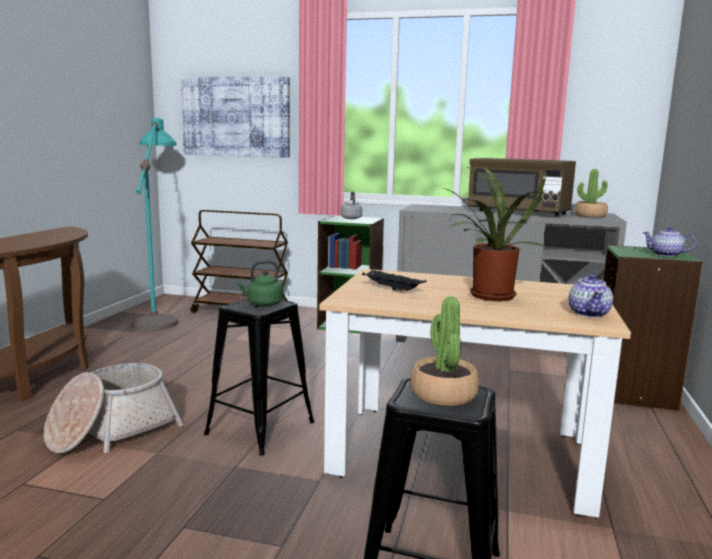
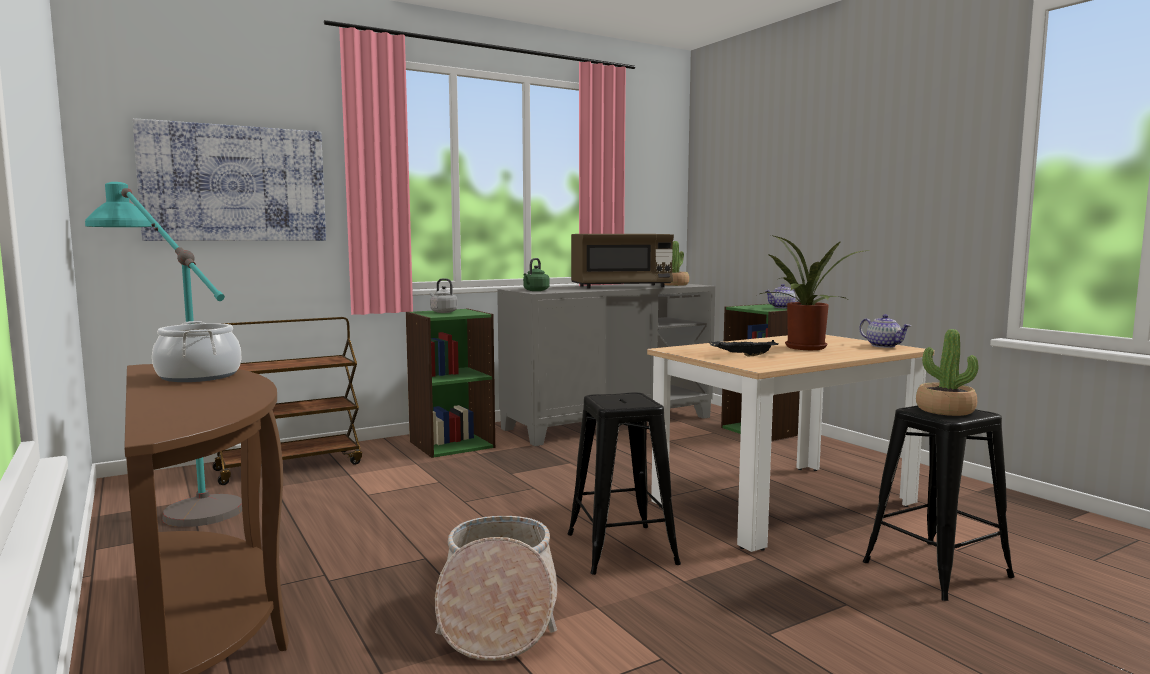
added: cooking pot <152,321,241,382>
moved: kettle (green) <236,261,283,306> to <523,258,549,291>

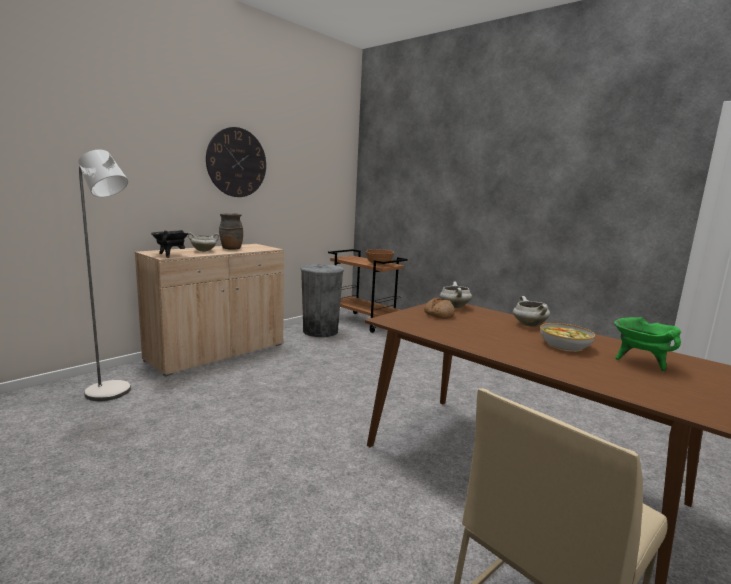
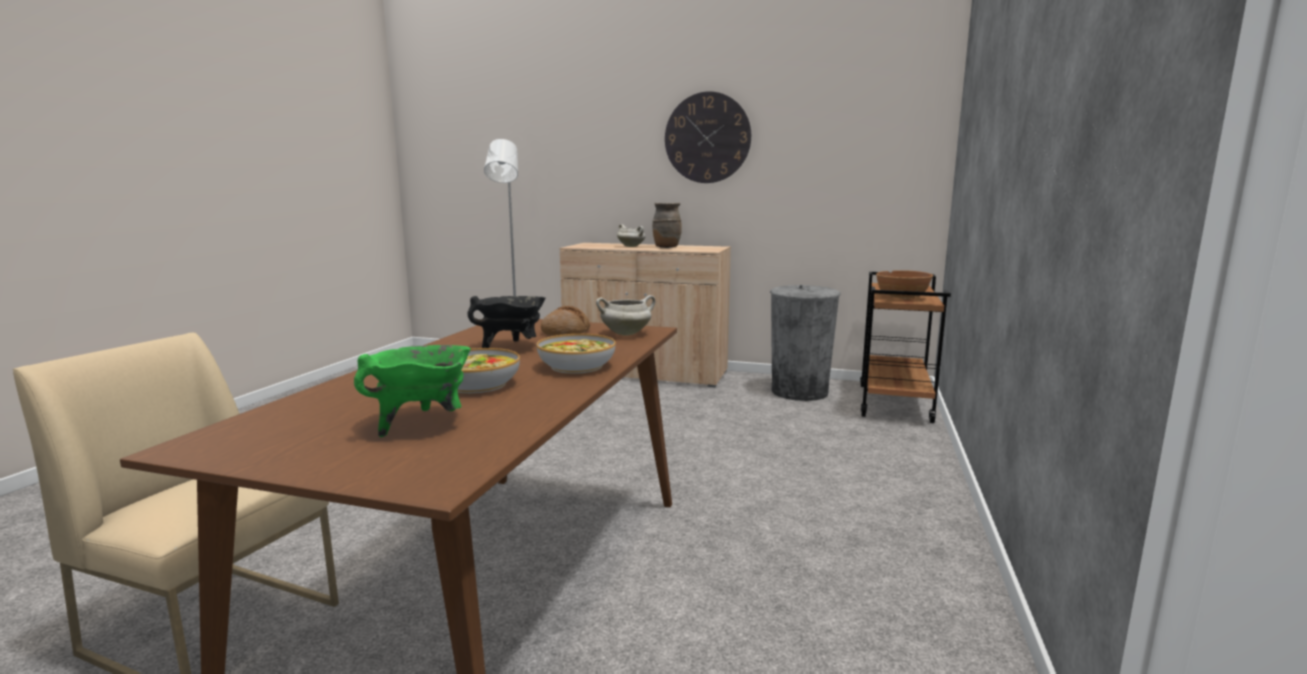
moved: cooking pot (black) <151,230,188,258> to <468,296,546,348>
replaced: cooking pot (white) <513,296,550,327> to bowl <537,334,616,374>

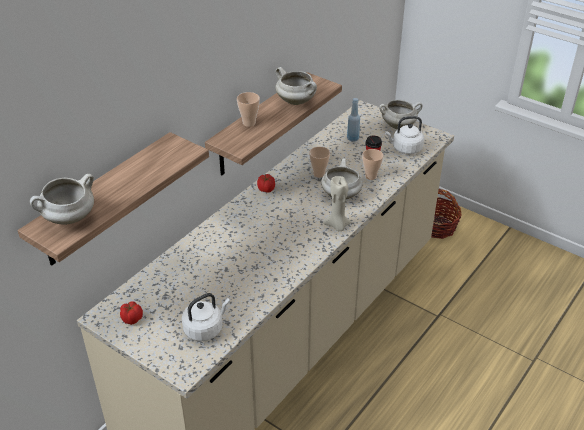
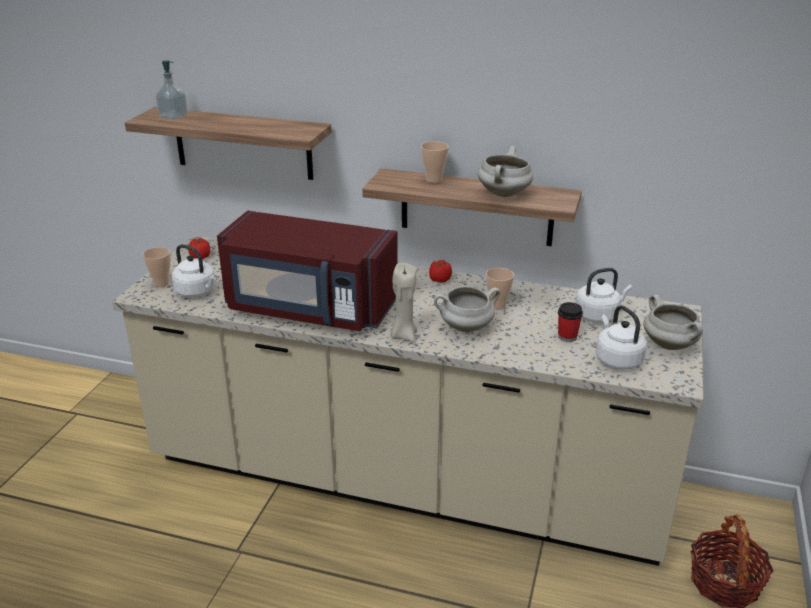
added: microwave (red) <217,211,398,331>
moved: cup <362,149,383,180> to <142,247,171,287>
replaced: cooking pot (white) <30,174,94,225> to soap dispenser <156,60,188,120>; bottle (blue) <347,98,360,142> to kettle (white) <575,268,632,323>

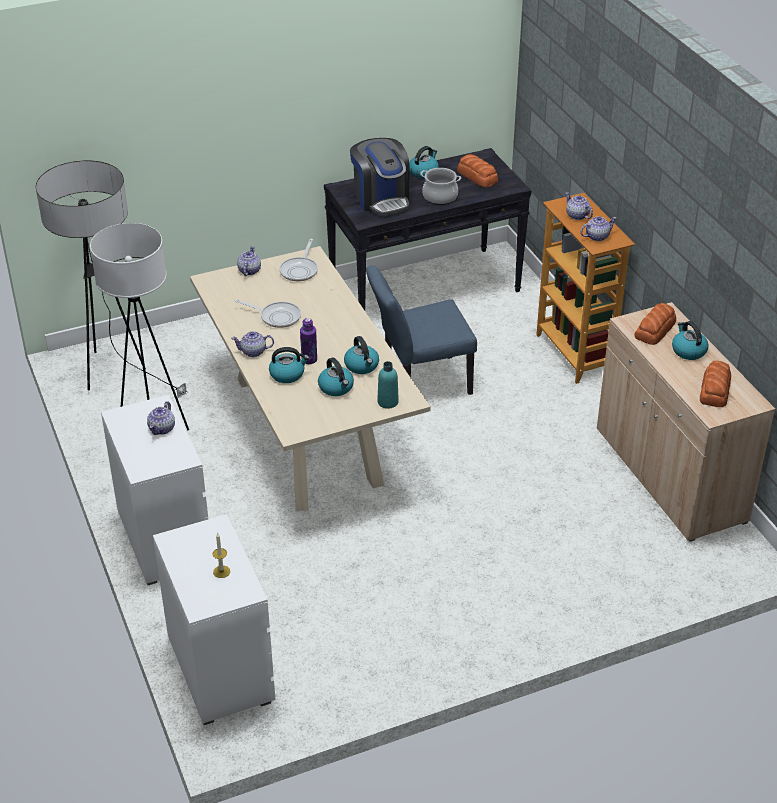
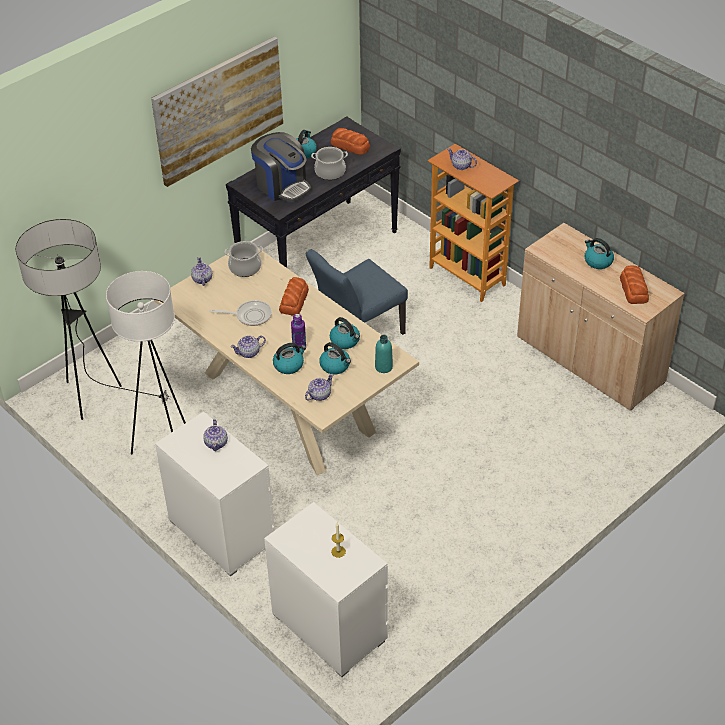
added: picture <151,37,283,187>
moved: teapot <580,216,616,241> to <305,374,334,401>; bread <634,303,676,345> to <279,277,309,315>
replaced: frying pan <279,239,318,281> to cooking pot <224,241,263,277>

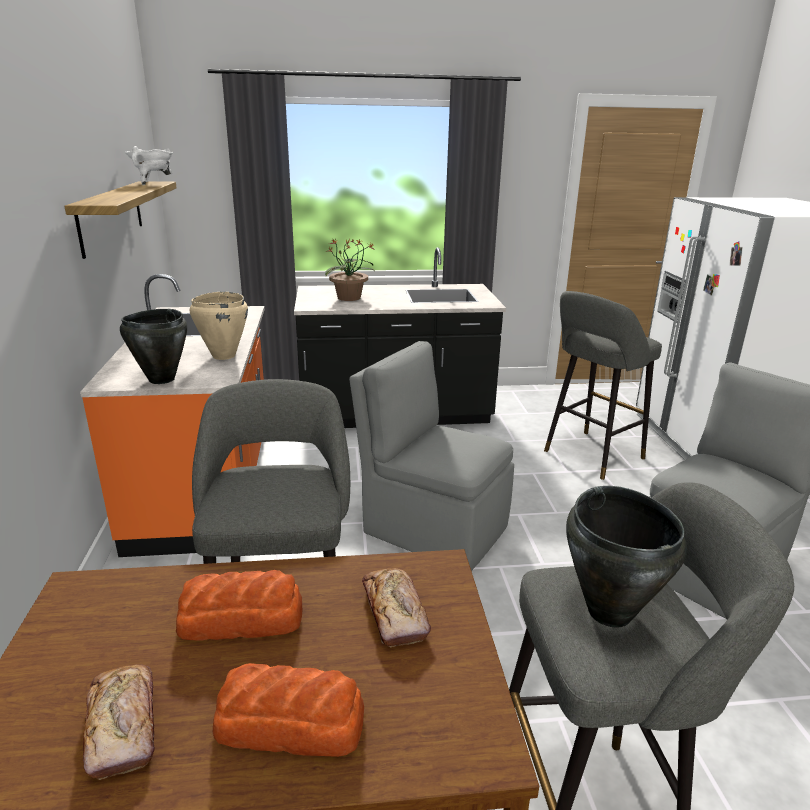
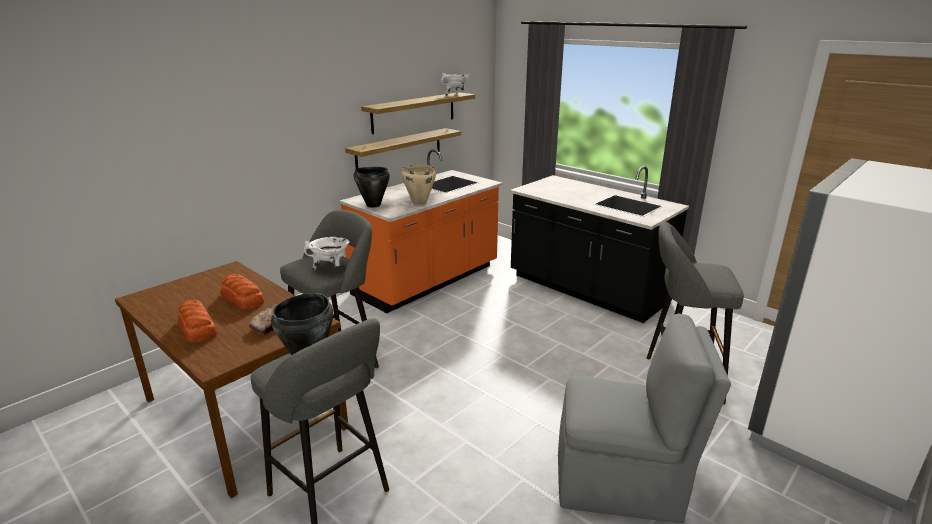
removed: bread <83,664,155,780>; potted plant <325,238,374,301>; chair (grey) <349,341,514,571>
added: cooking pot (white) <304,237,349,271>; shelf <345,128,461,169>

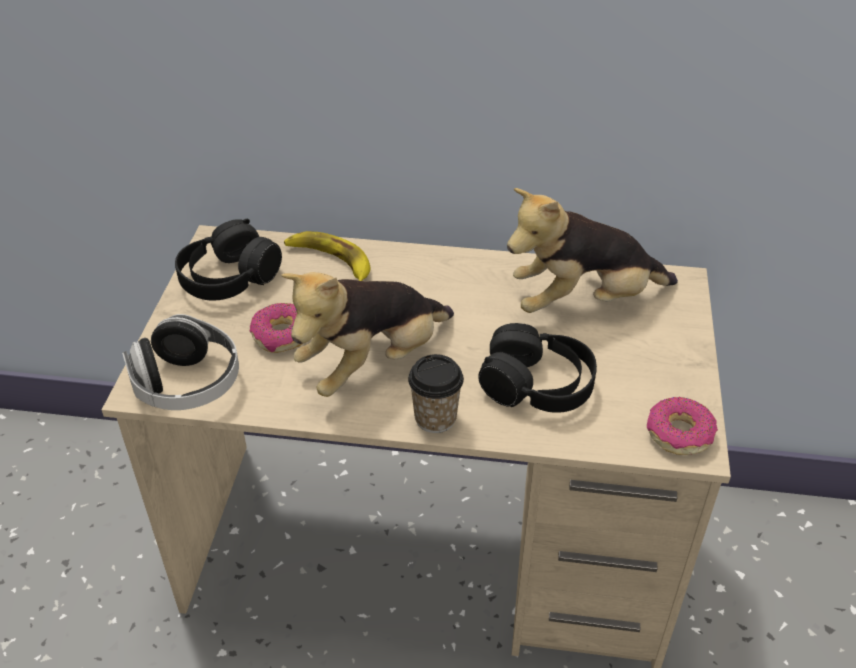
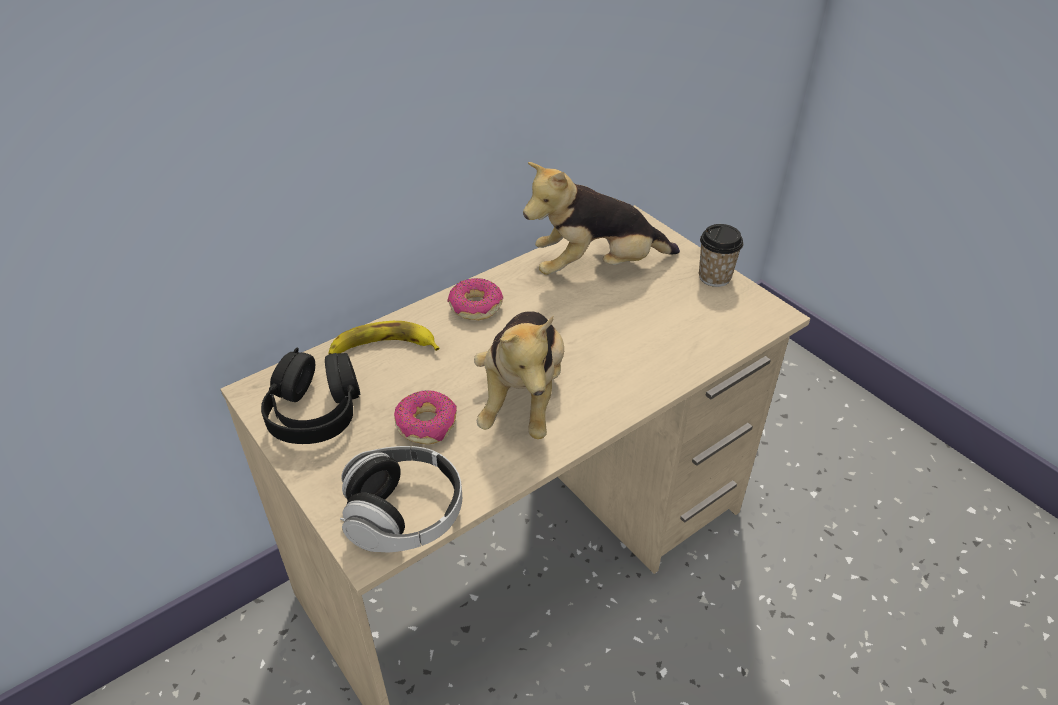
removed: headphones (black) <478,323,597,413>
moved: cup <408,354,464,433> to <699,224,743,287>; donut <647,397,718,455> to <447,278,503,320>
turned: plush toy <507,188,678,313> = <523,162,680,275> 45 degrees clockwise

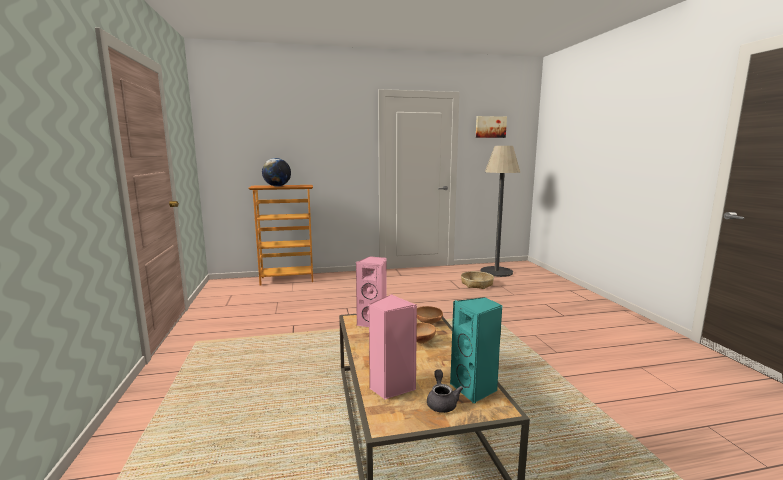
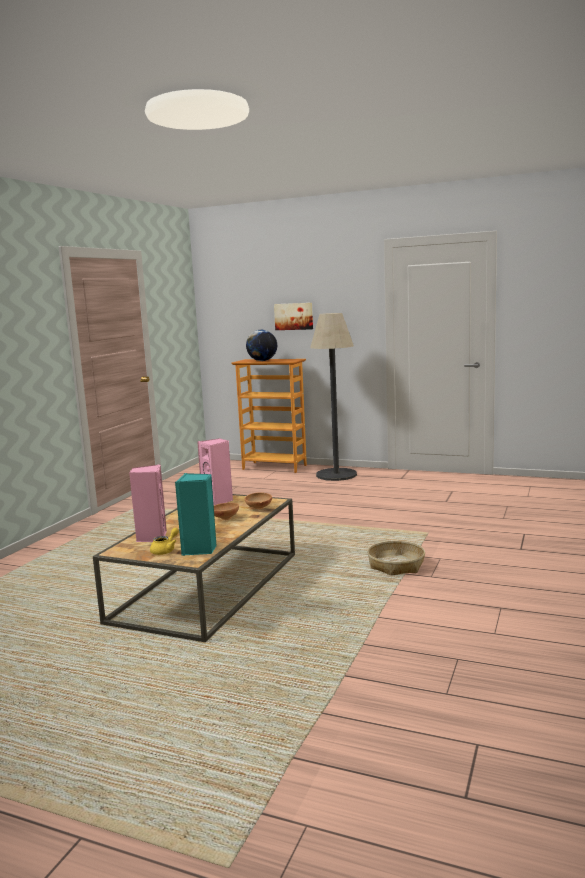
moved: basket <461,271,494,289> to <367,541,425,576>; picture <476,116,507,138> to <274,303,313,330>; floor lamp <480,146,520,277> to <310,313,357,481>
recoloured: teapot (grey) <427,369,463,413> to teapot (yellow) <150,528,179,555>

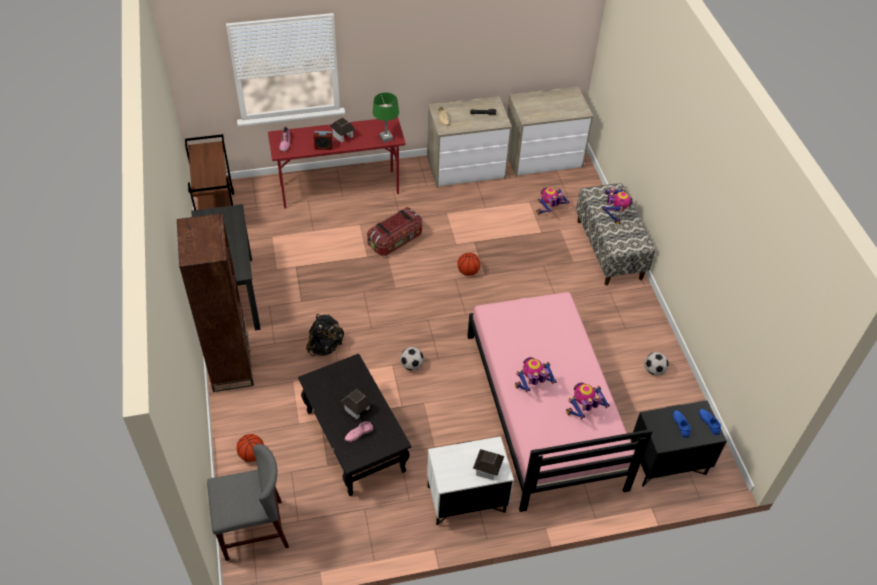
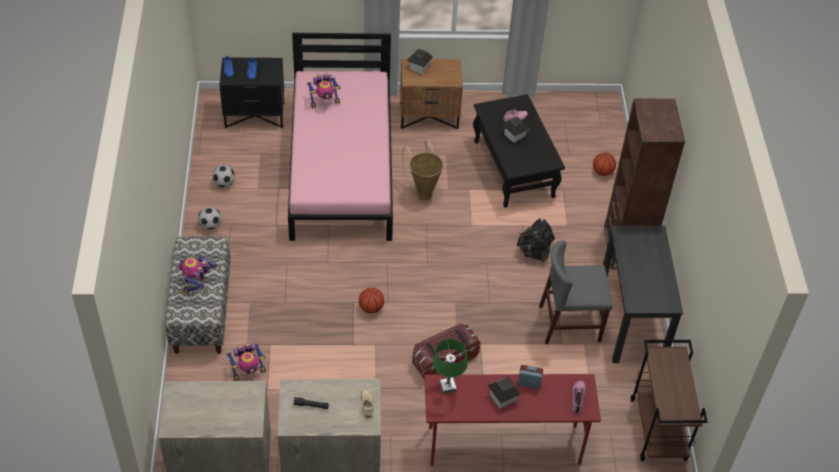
removed: toy robot <515,357,557,392>
added: basket <402,141,443,201>
moved: chair (grey) <207,444,289,561> to <539,240,613,344>; football <400,347,424,370> to <198,207,221,230>
recoloured: nightstand (white) <427,436,514,525> to nightstand (brown) <400,59,463,129>

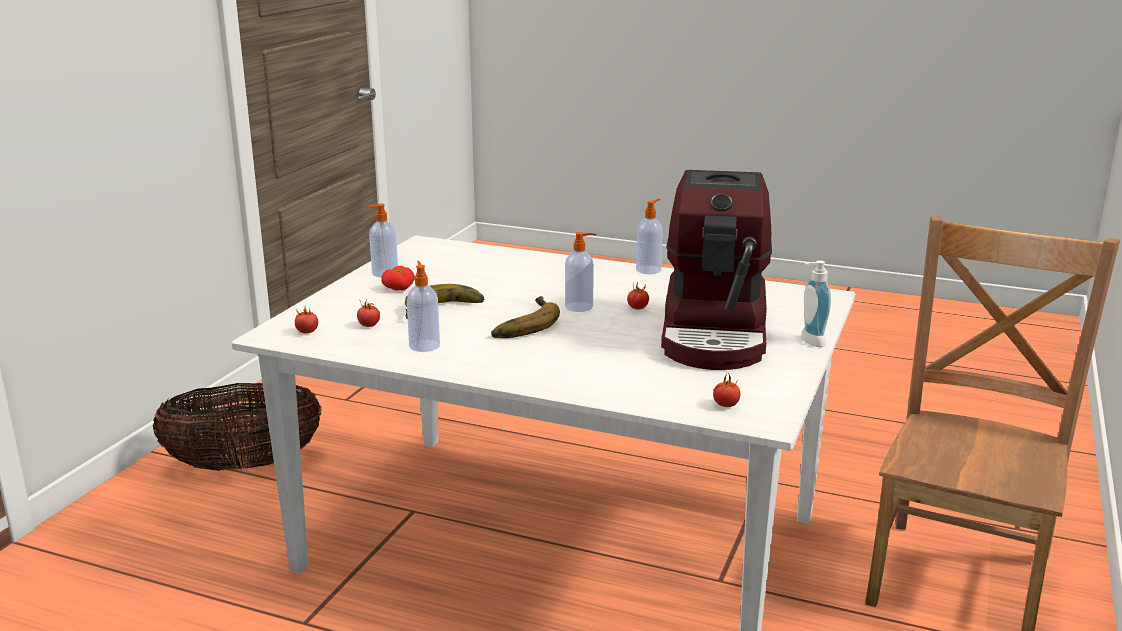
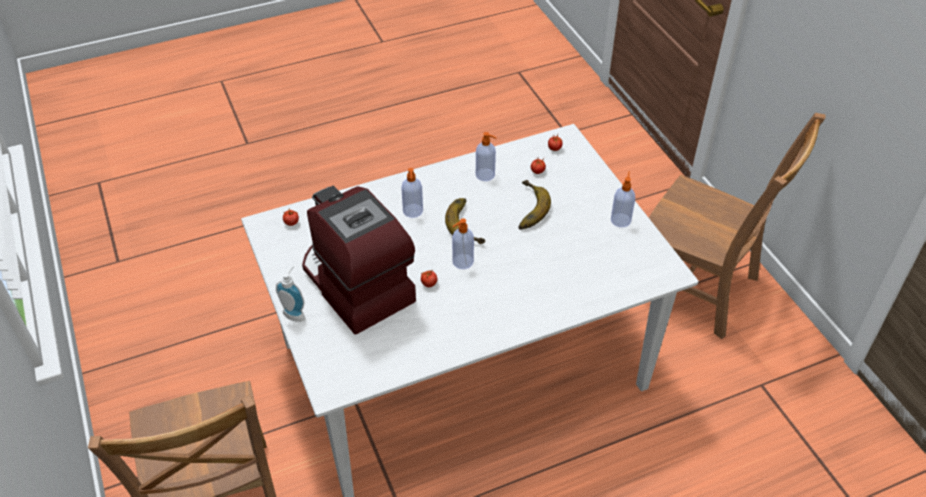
removed: tomato <381,266,415,290>
moved: soap dispenser <636,199,663,274> to <401,168,423,218>
replaced: basket <153,383,322,471> to chair (brown) <648,113,826,339>

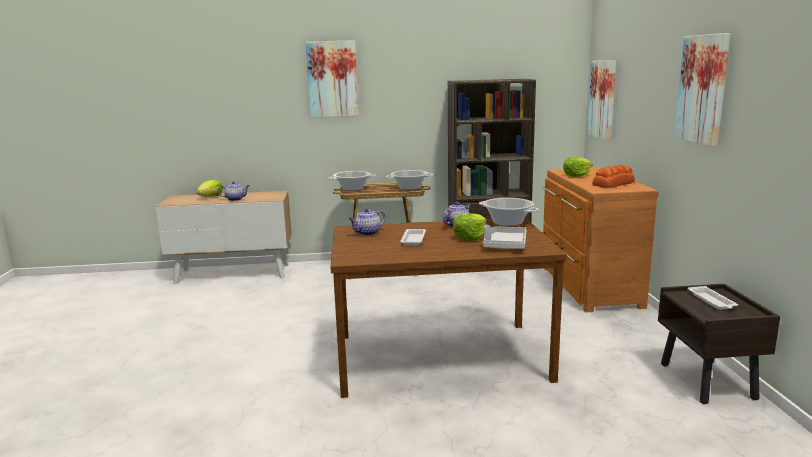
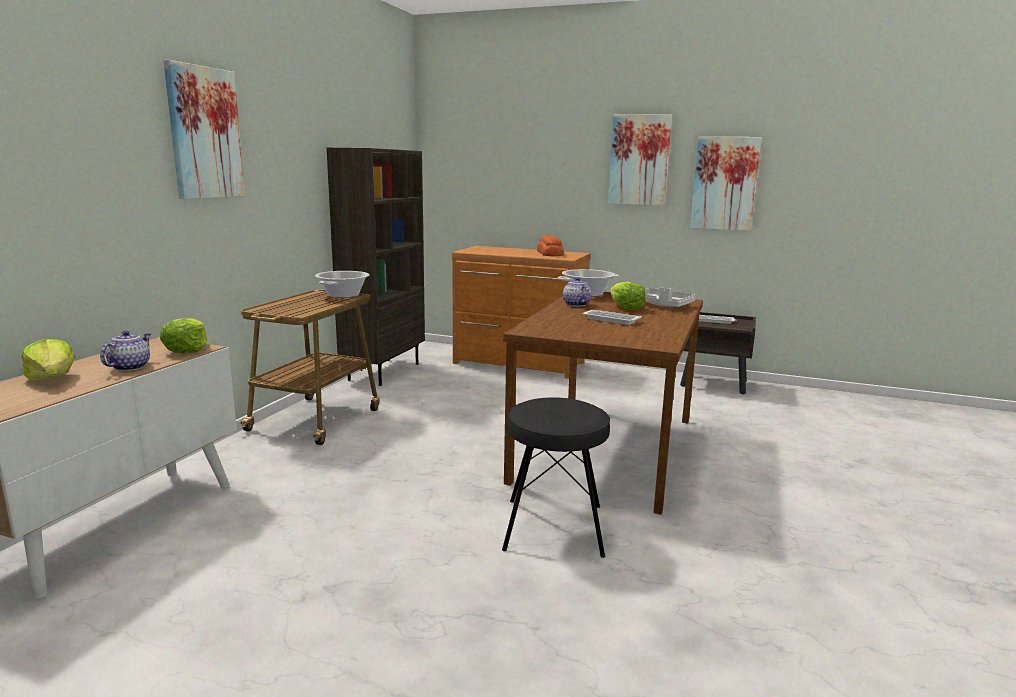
removed: cooking pot <328,171,376,191>; teapot <349,208,385,236>
added: stool (black) <502,397,610,558>
moved: lettuce <563,157,593,177> to <160,318,207,354>; picture <587,61,616,140> to <690,137,762,231>

